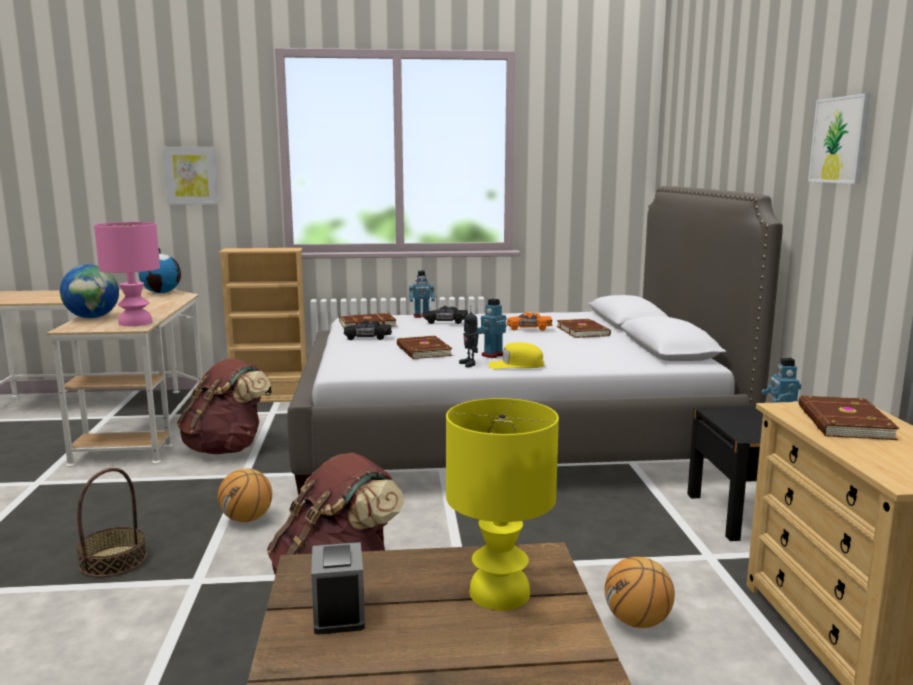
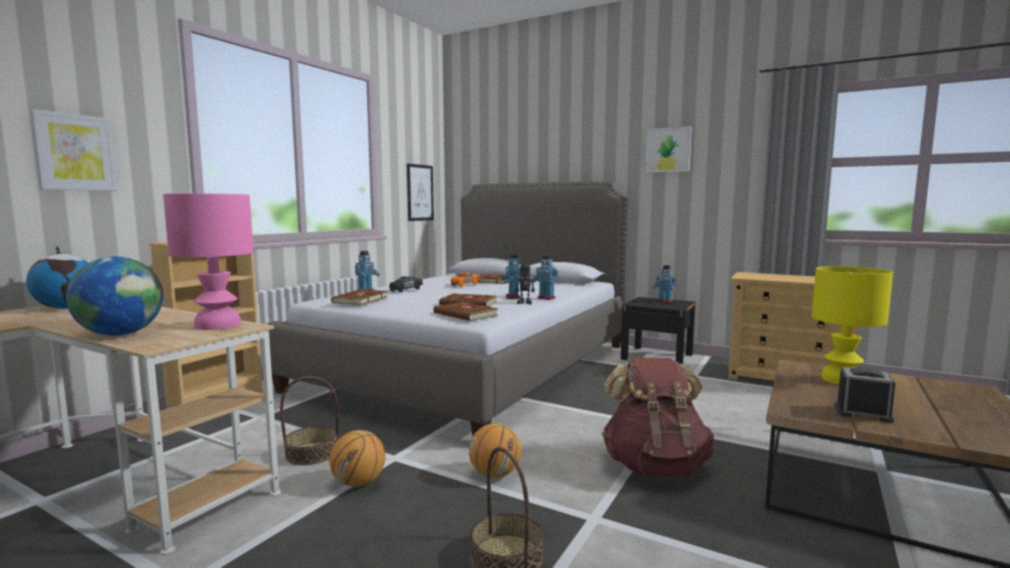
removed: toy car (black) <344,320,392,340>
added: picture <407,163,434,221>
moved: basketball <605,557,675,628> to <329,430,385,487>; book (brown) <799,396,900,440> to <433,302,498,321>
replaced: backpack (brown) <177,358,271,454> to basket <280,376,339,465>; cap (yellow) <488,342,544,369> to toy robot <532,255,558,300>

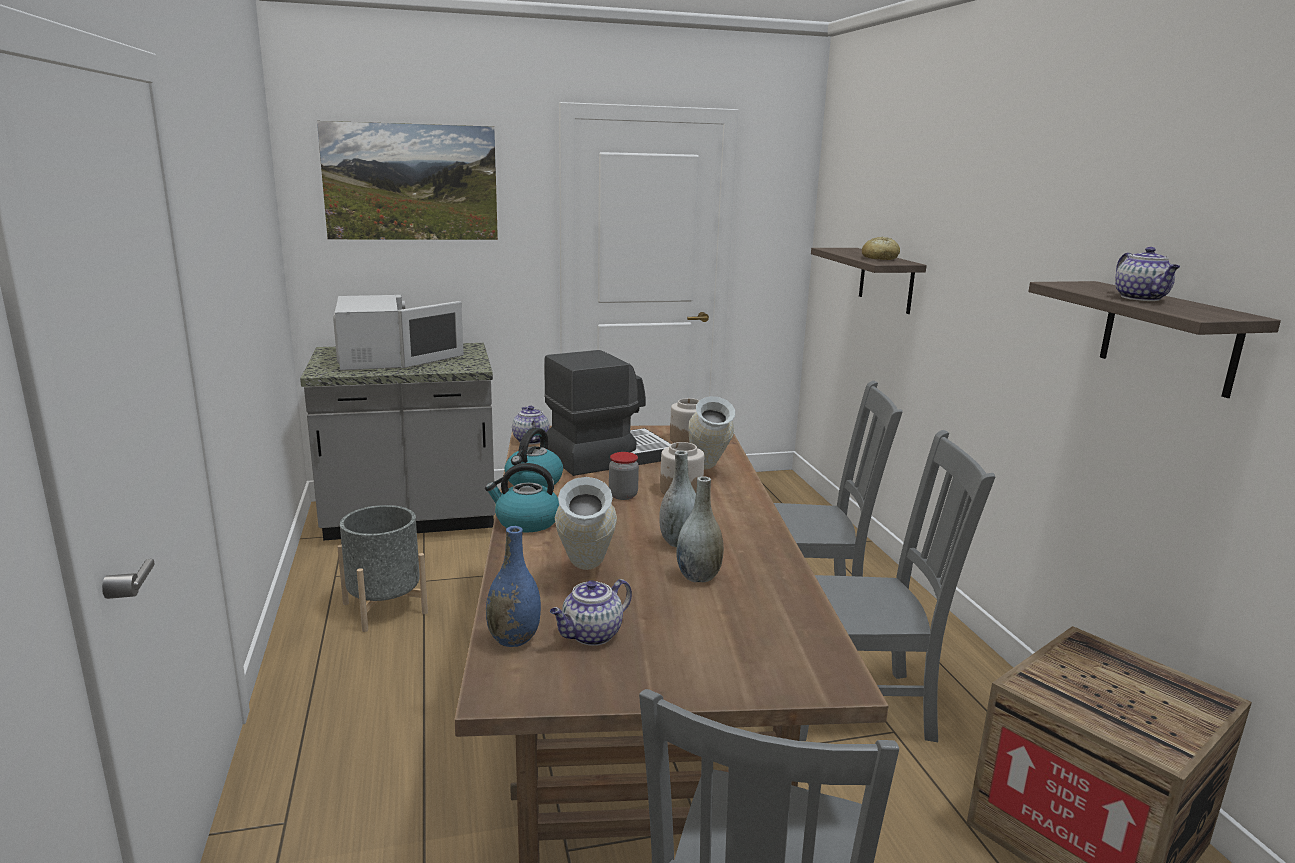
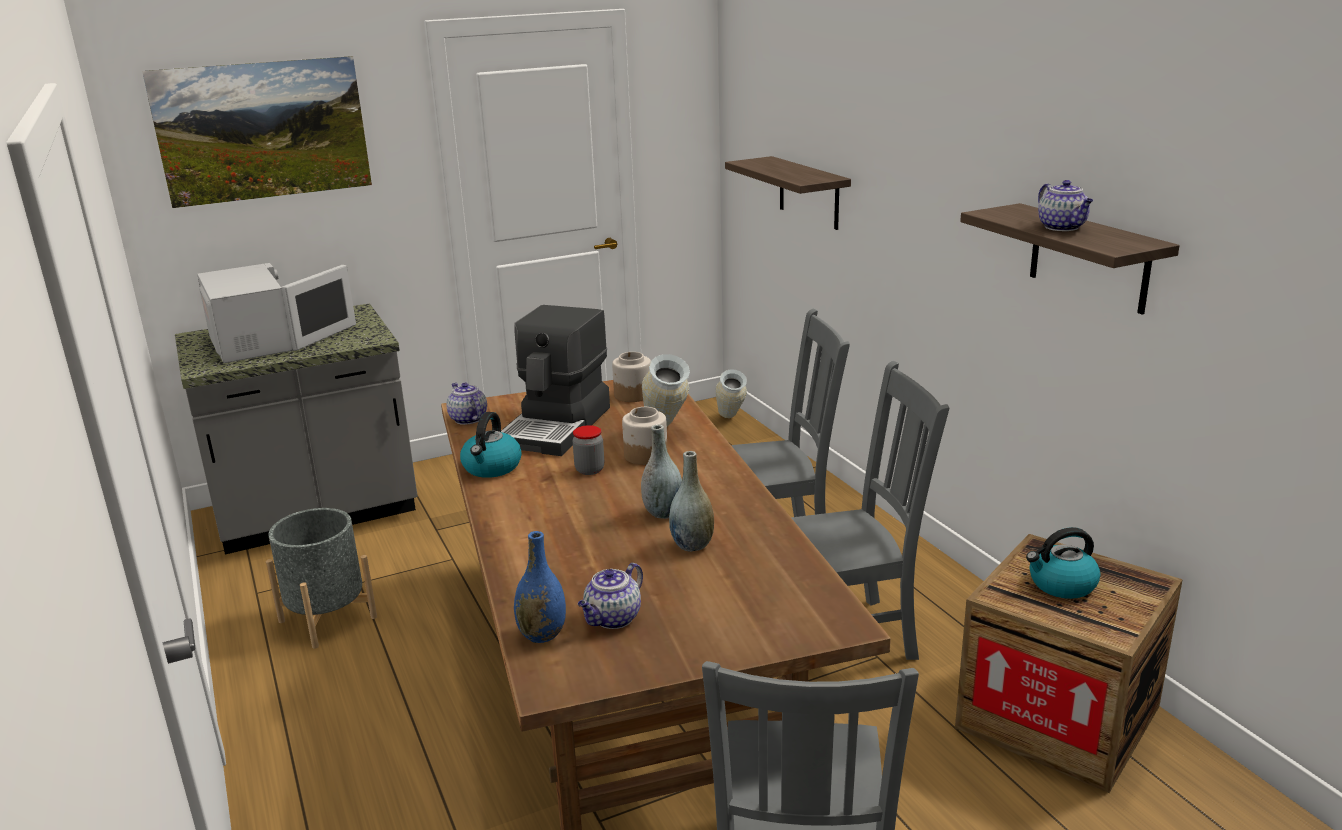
removed: bread <862,236,900,260>
moved: kettle <485,463,559,533> to <1026,527,1100,599>; vase <555,477,617,570> to <716,369,747,418>
turned: coffee machine <544,350,671,476> = <501,305,610,456> 150 degrees clockwise

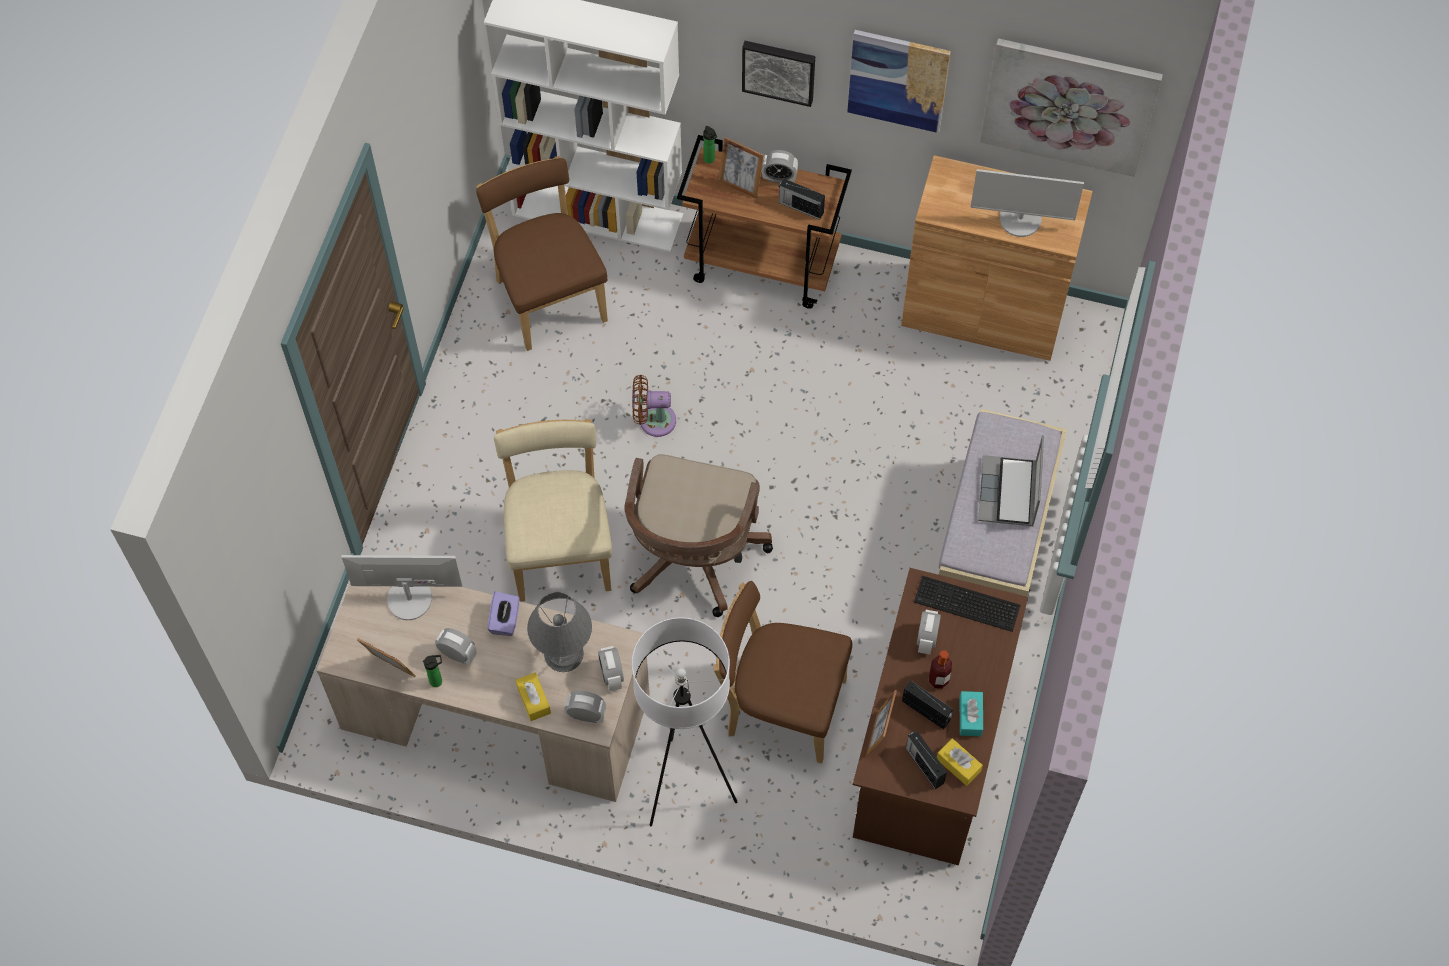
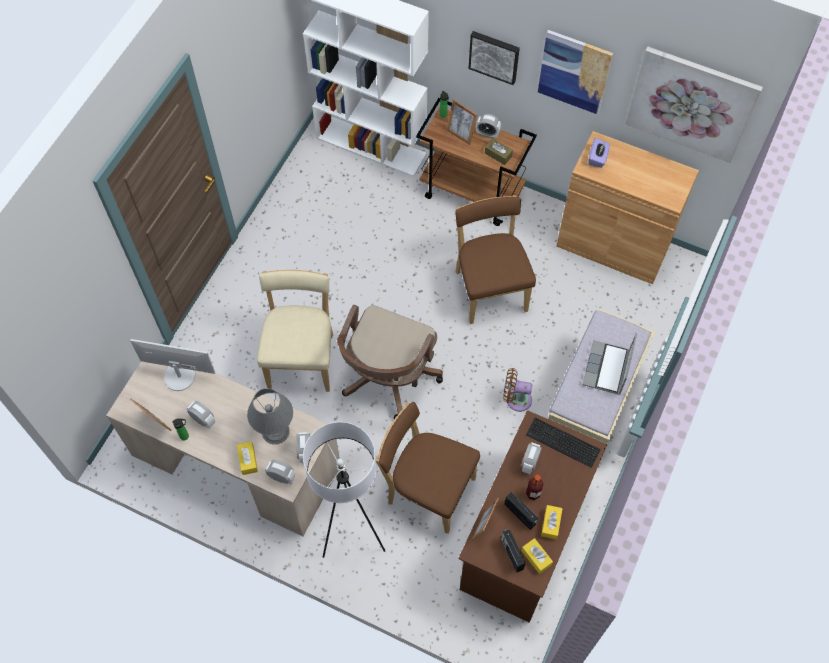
removed: monitor <970,169,1084,237>
moved: chair (brown) <476,156,608,351> to <455,195,536,324>; tissue box (purple) <488,591,520,636> to <588,138,610,168>; fan (brown) <632,375,676,437> to <503,368,532,412>
replaced: radio <779,179,825,220> to tissue box (brown) <485,139,513,165>
recoloured: tissue box (turquoise) <960,691,983,736> to tissue box (yellow) <541,505,563,539>

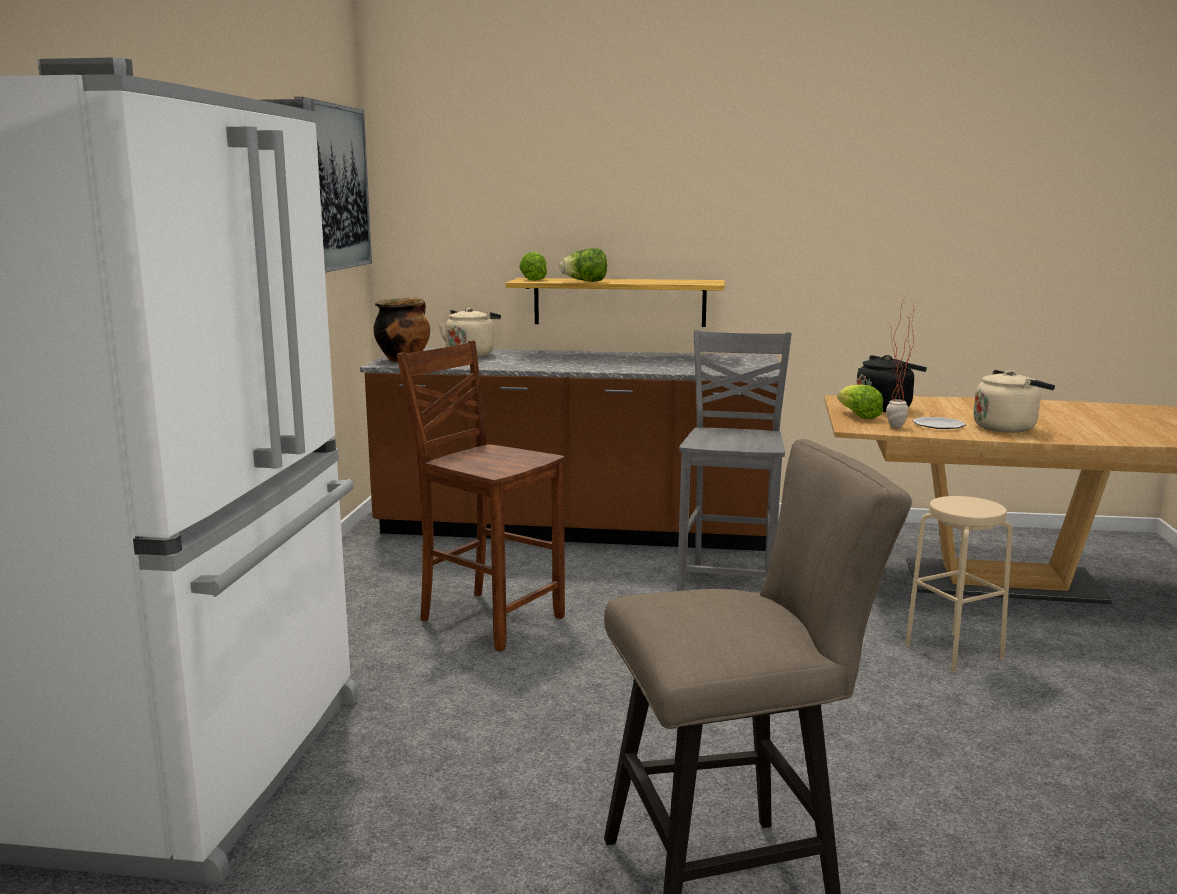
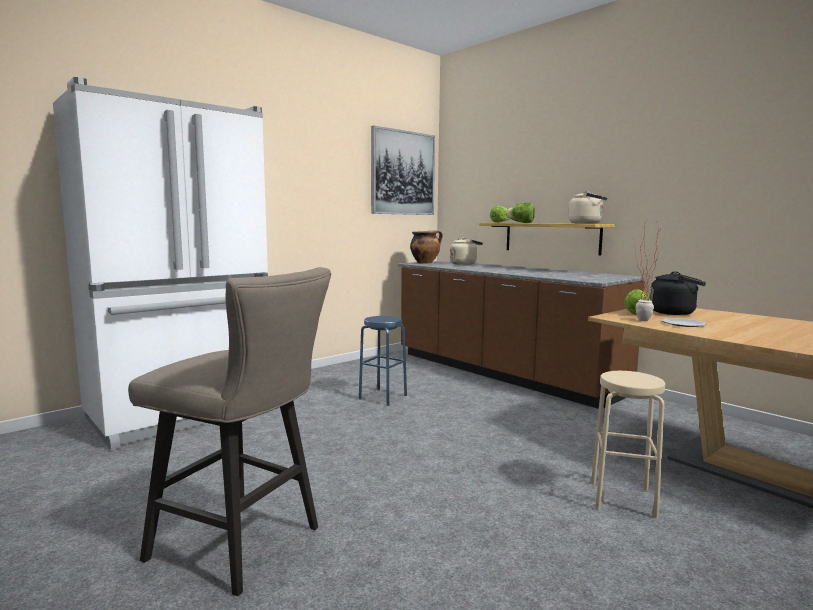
removed: chair (grey) <676,330,792,591>
moved: kettle (beige) <973,370,1055,433> to <568,191,607,224>
replaced: chair (brown) <397,341,565,652> to stool (blue) <359,316,407,406>

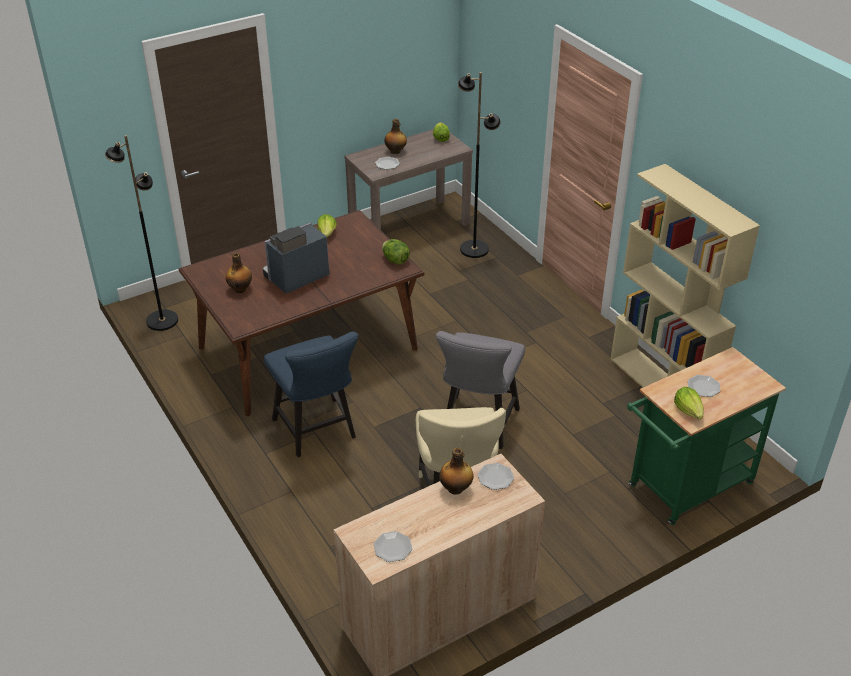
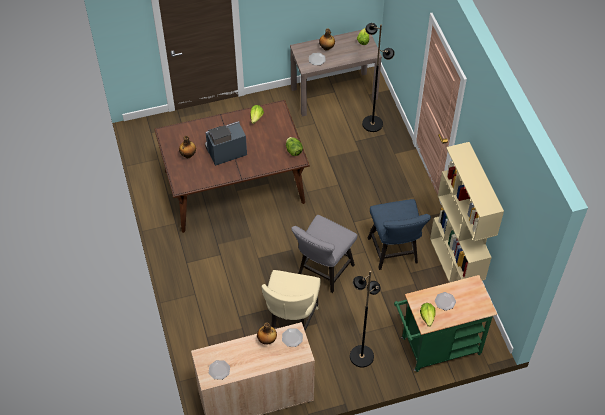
moved: floor lamp (black) <105,135,178,331> to <350,271,380,367>; chair (blue) <264,331,358,457> to <368,199,431,270>

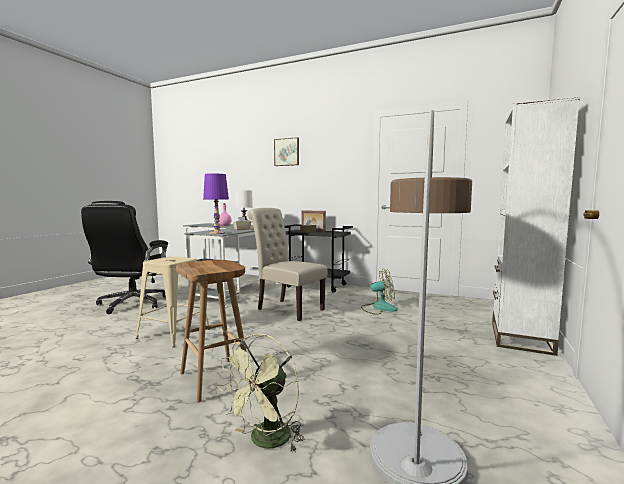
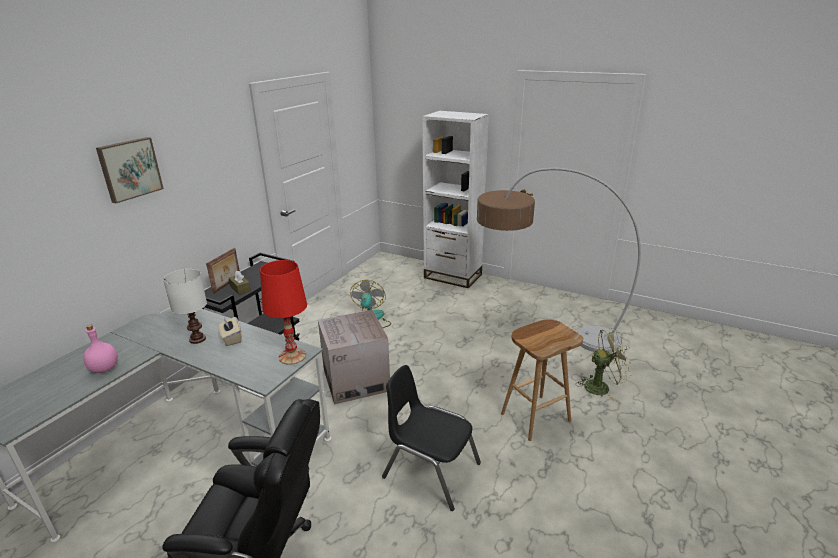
replaced: stool (beige) <135,256,210,347> to chair (black) <382,365,481,511>; chair (beige) <247,208,328,321> to cardboard box <318,310,390,405>
recoloured: table lamp (purple) <203,173,229,234> to table lamp (red) <260,260,307,365>
turned: fan (green) <218,333,304,453> = <576,328,631,401> 45 degrees counterclockwise

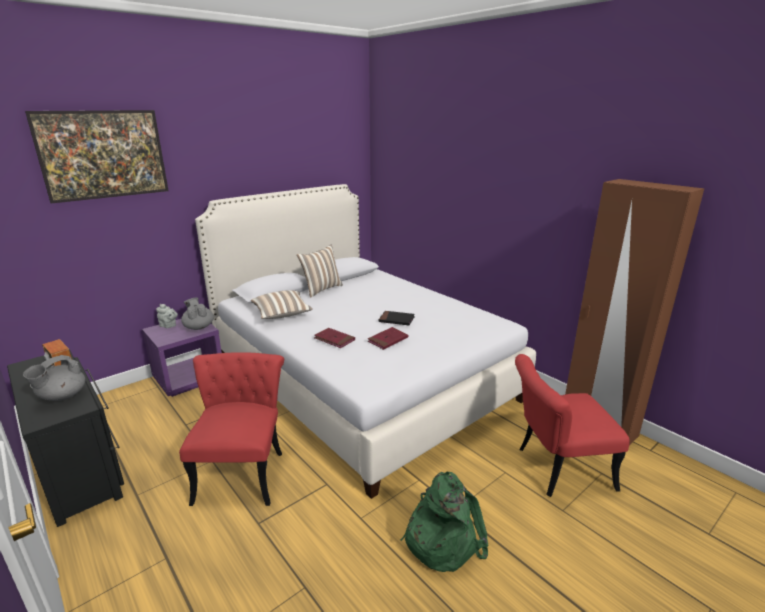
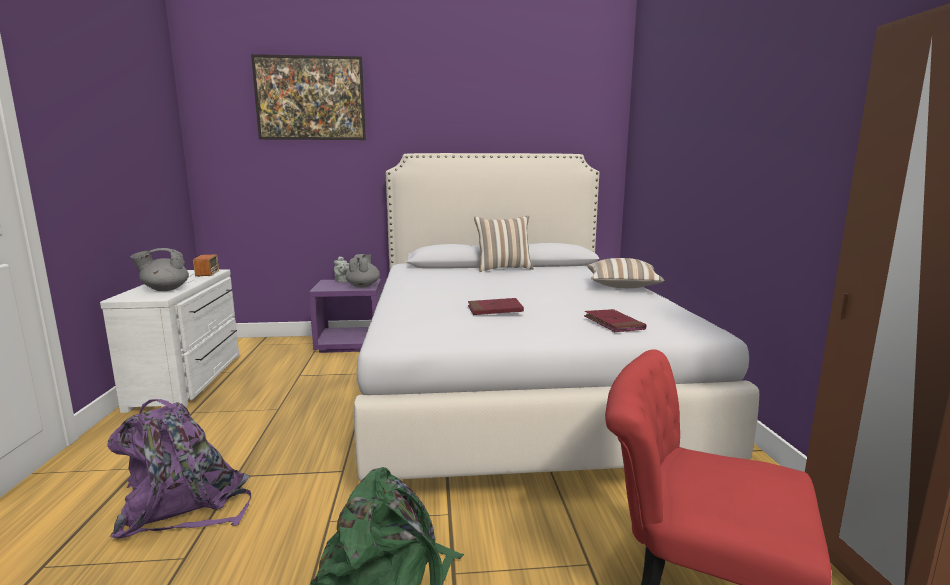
removed: chair (red) <179,352,284,506>; book (black) <379,311,415,325>
added: backpack (purple) <107,399,251,539>
moved: pillow <251,290,313,319> to <588,258,665,288>; book (red) <314,328,355,348> to <584,309,646,332>
recoloured: dresser (black) <7,349,124,527> to dresser (white) <100,269,239,413>

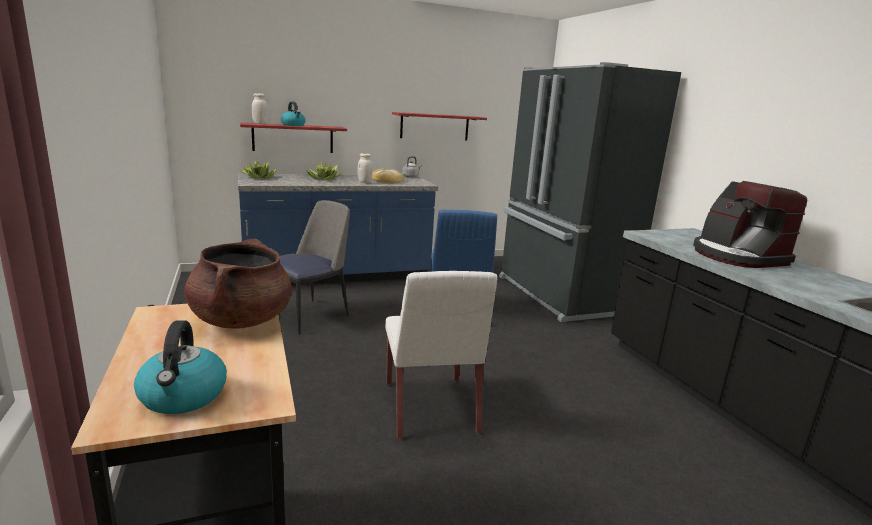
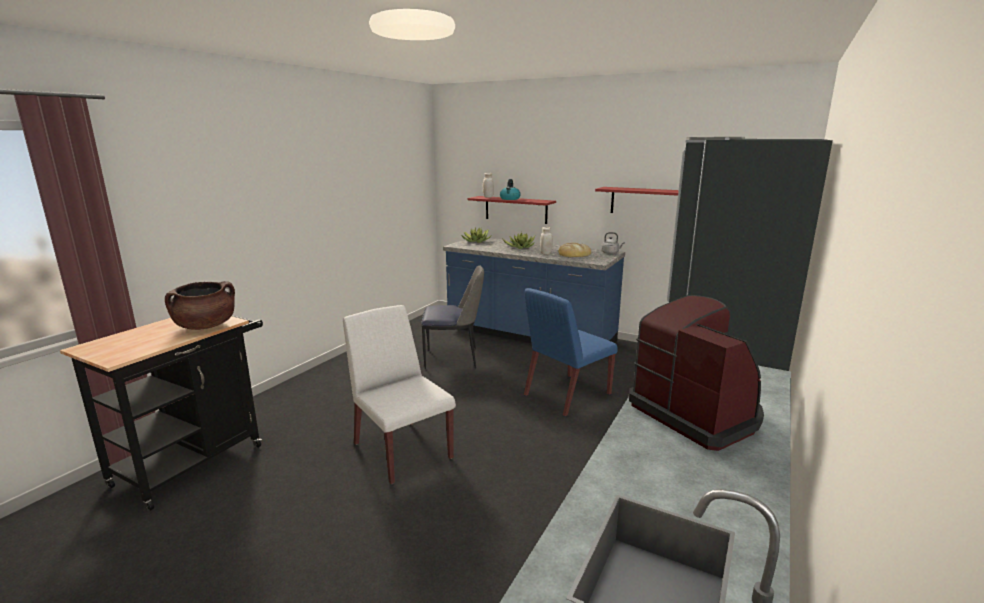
removed: kettle <134,320,227,414>
turned: chair (white) <385,271,497,440> = <343,305,456,484> 105 degrees clockwise; coffee machine <693,181,807,268> = <629,295,764,451> 120 degrees clockwise

